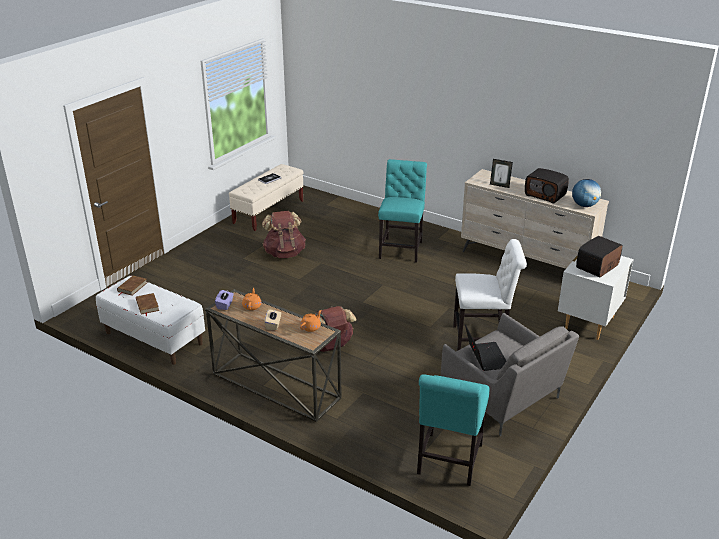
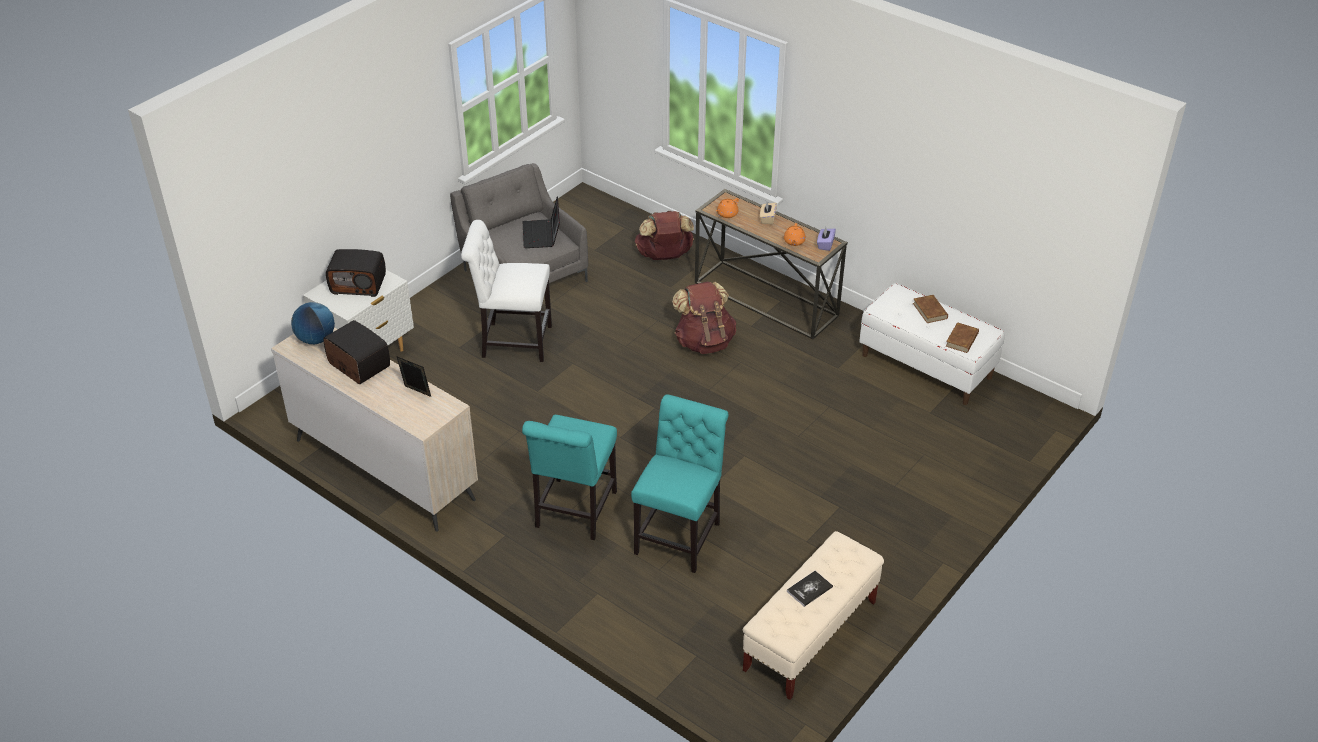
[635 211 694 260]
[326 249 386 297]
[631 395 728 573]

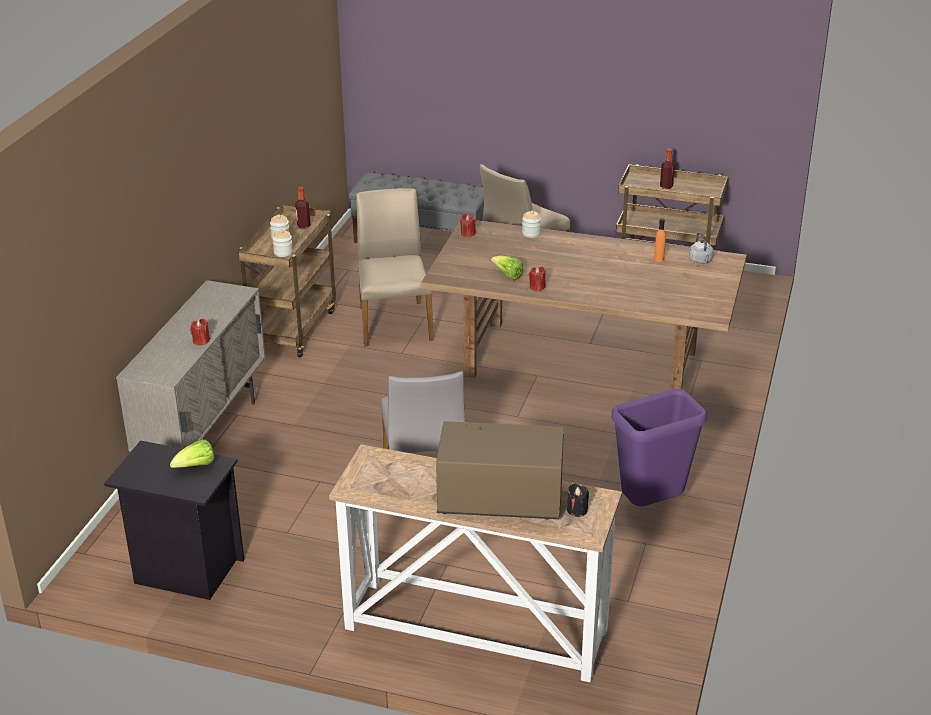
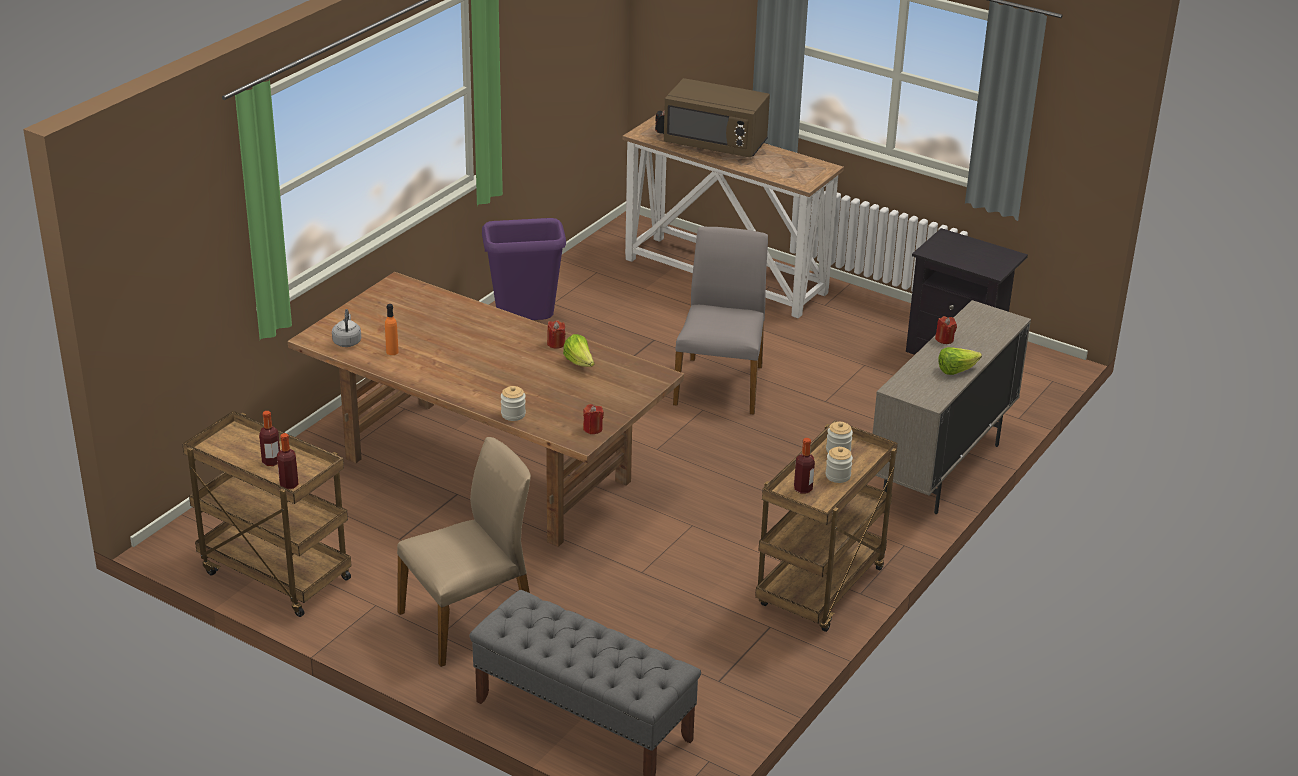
[356 188 433 347] (first image)
[938 347 982 375]
[277 433 299 489]

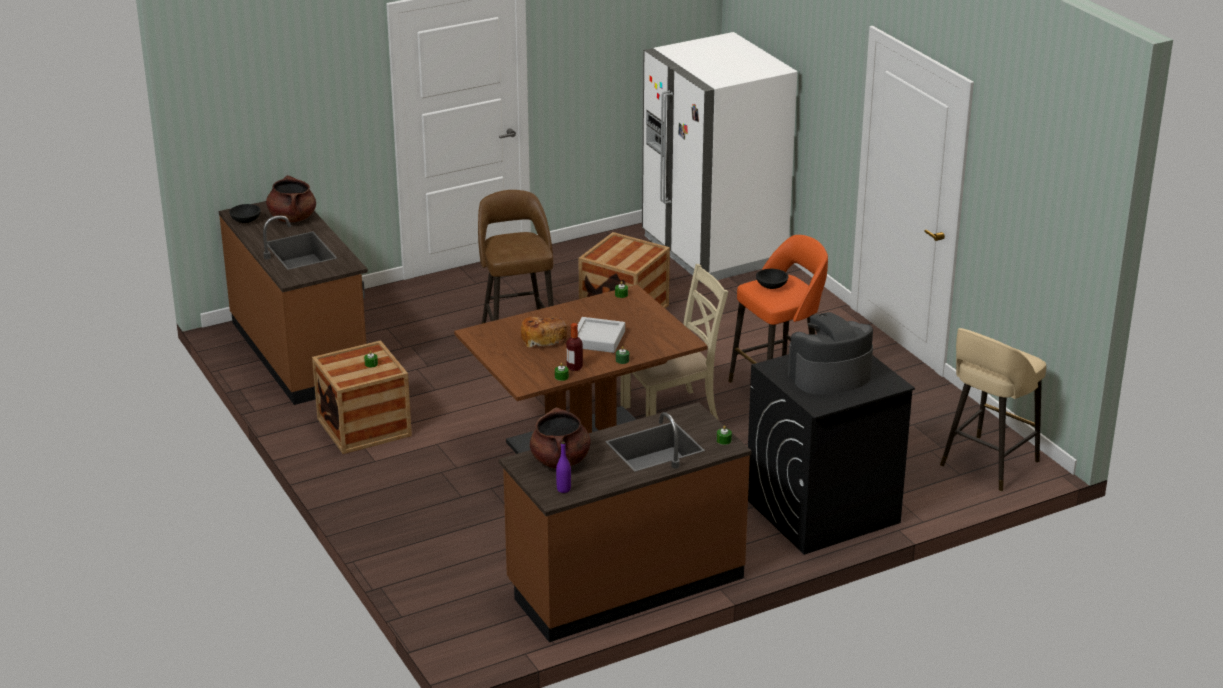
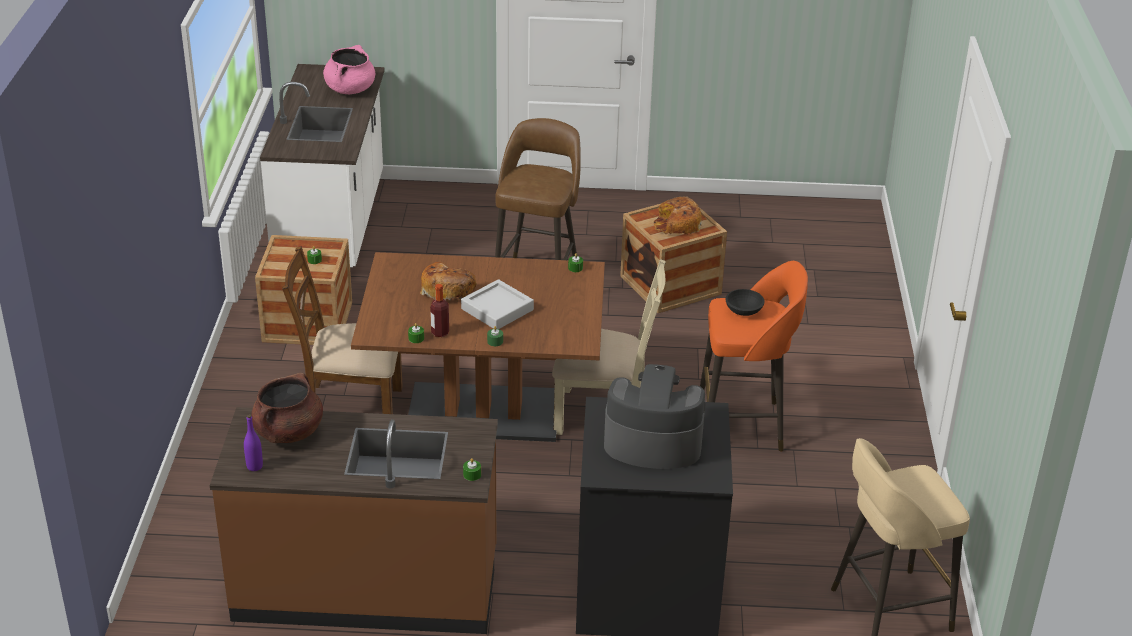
[642 32 798 283] (first image)
[323 45 375 94]
[260 64 385 267]
[229 204 261 223] (first image)
[654 197 702 234]
[282 246 403 414]

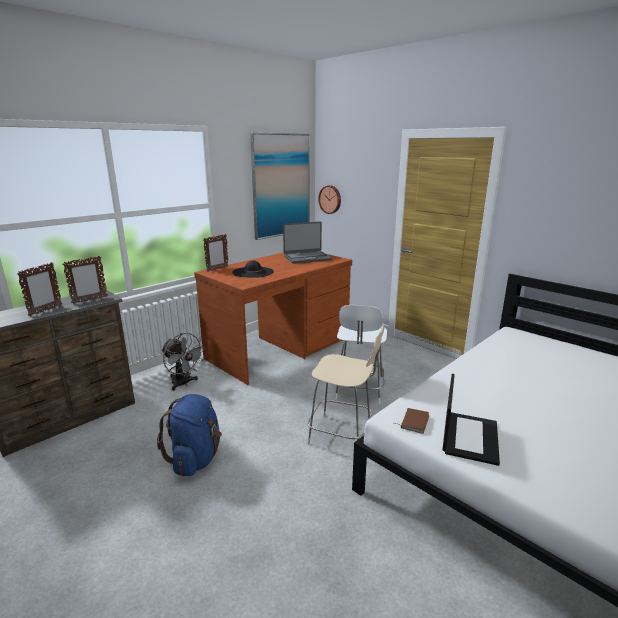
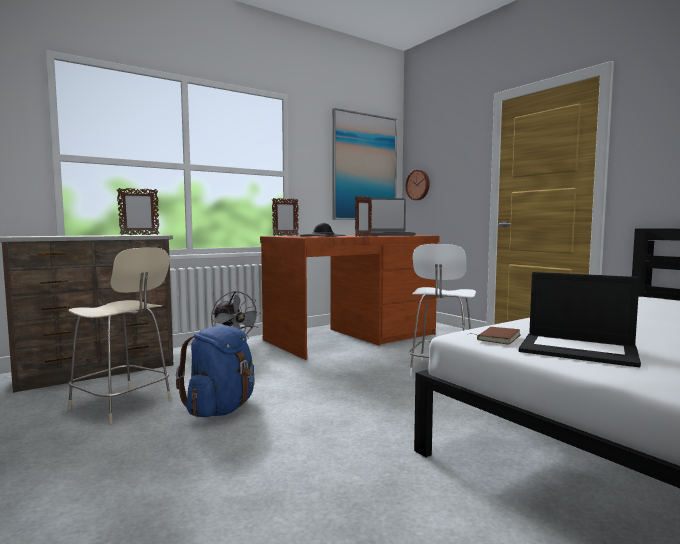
[355 196 372 237]
[68 247 172 424]
[519 272 641 367]

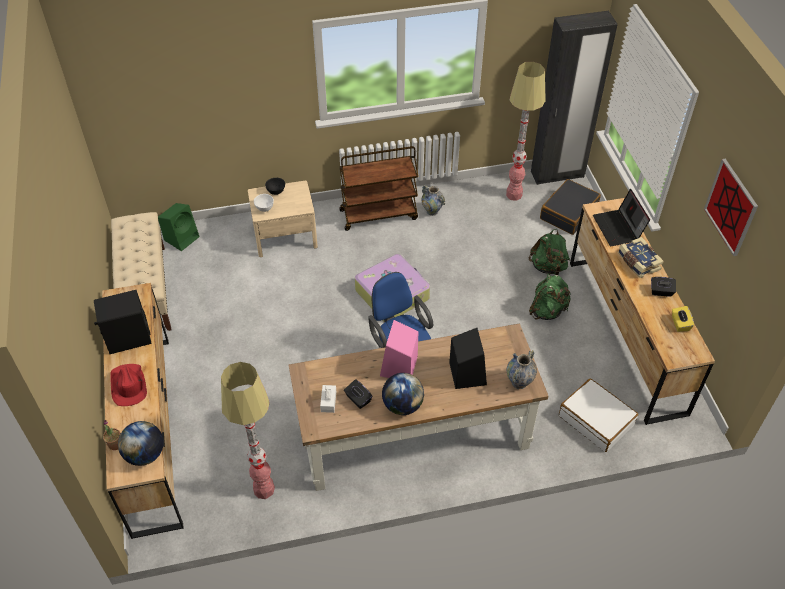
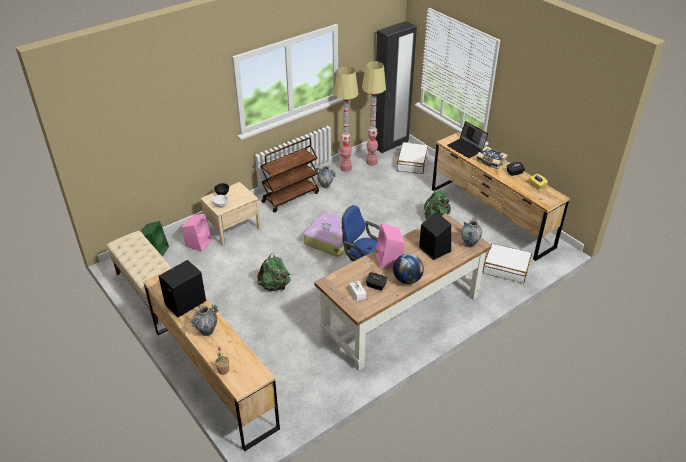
[704 159 758 256] (first image)
[397 142 429 174]
[257 253 290 291]
[334 66 359 172]
[191 304 218 336]
[118 421 164 466] (first image)
[182 214 212 251]

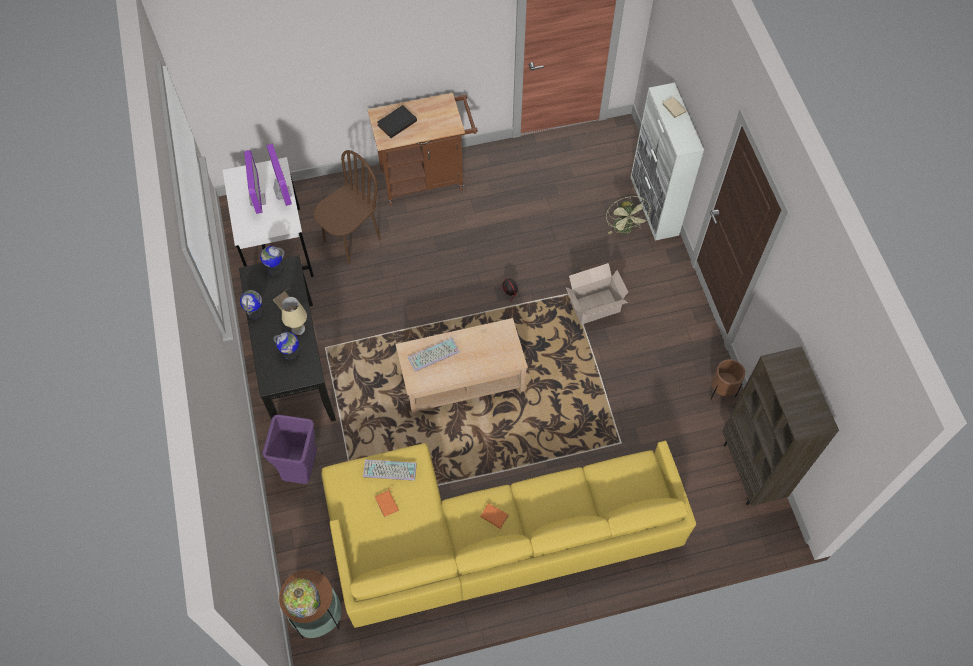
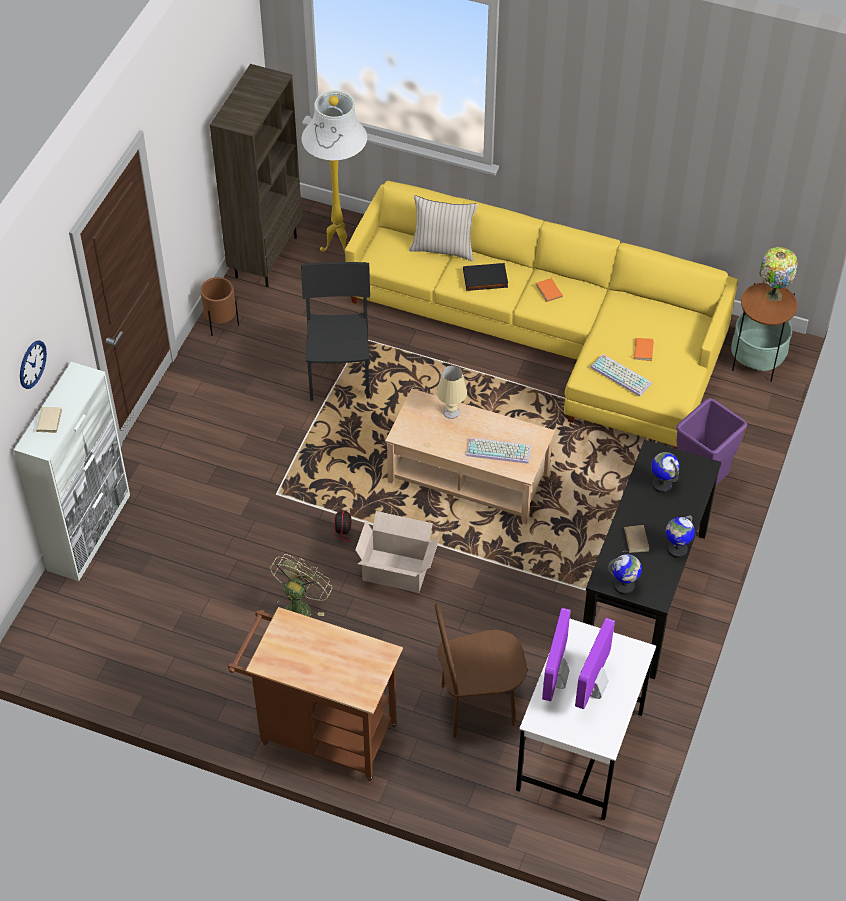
[463 263 508 291]
[270 554 332 617]
[355 511 440 593]
[437 366 467 419]
[302 91 367 252]
[409 195 478 261]
[301 262 370 401]
[20 341 47 389]

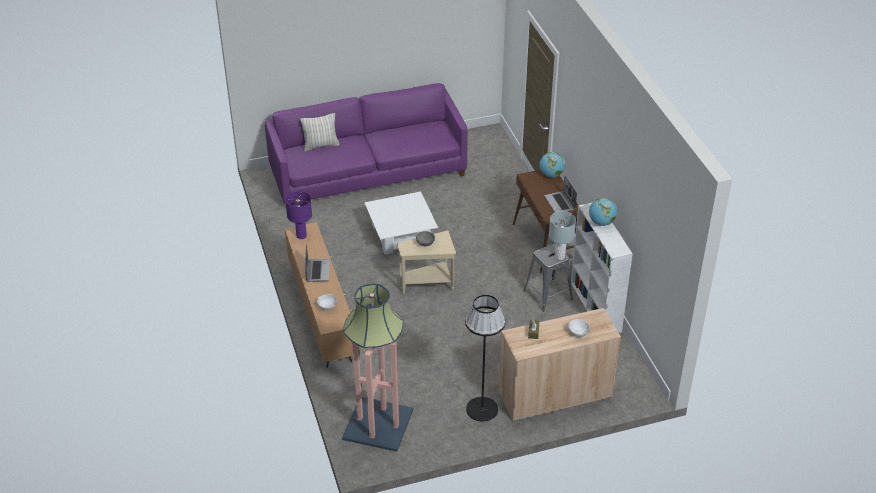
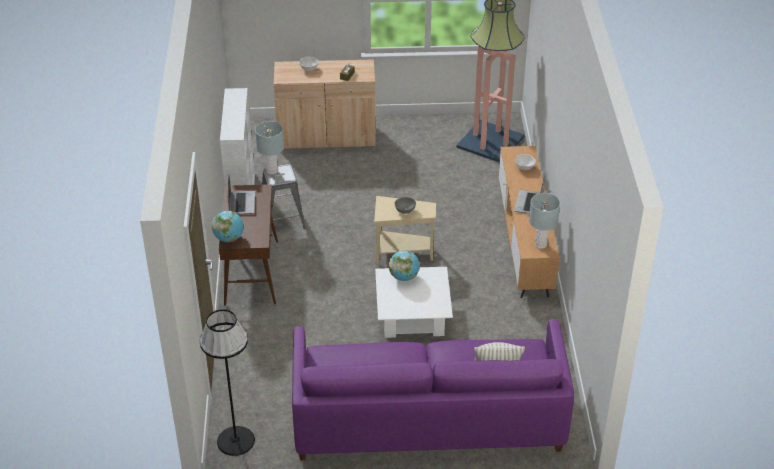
[529 193 560 249]
[389 250 420 281]
[200 309 255 456]

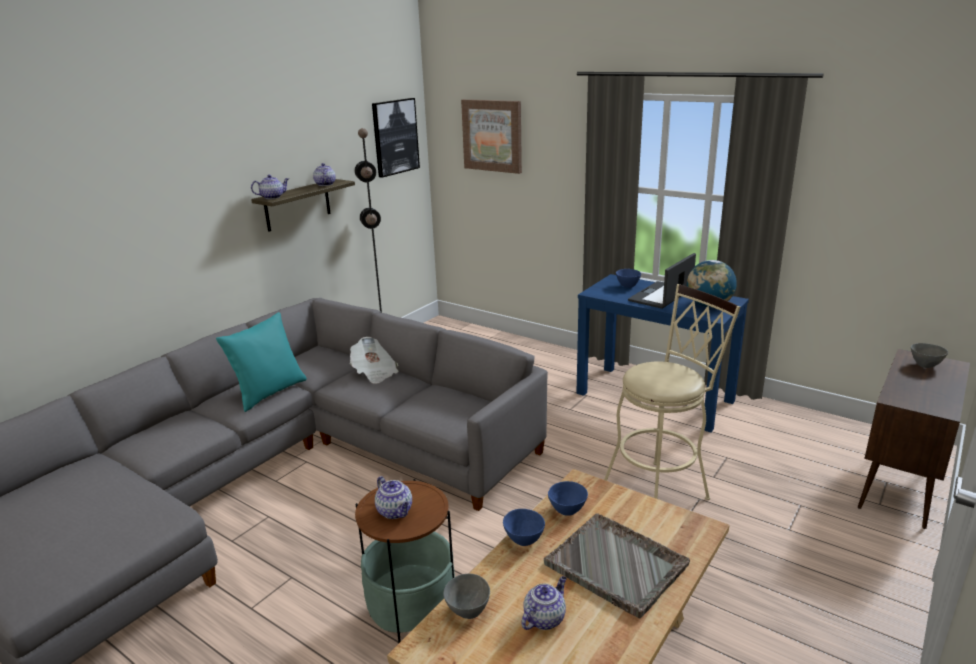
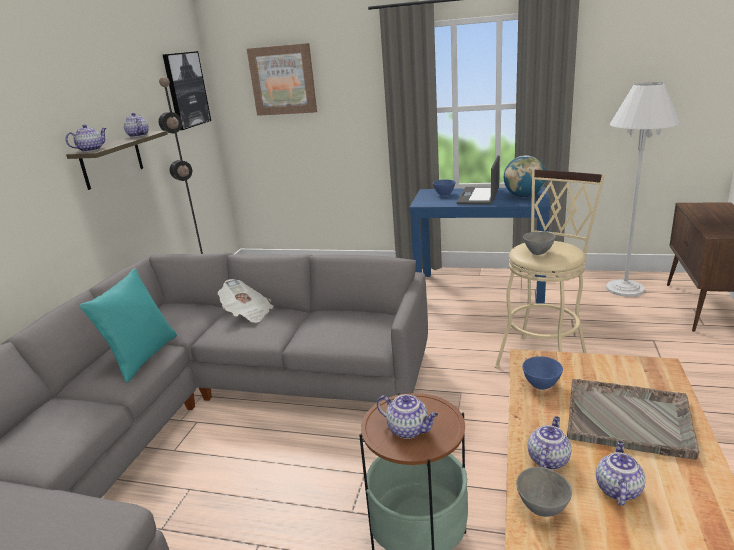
[523 231 556 255]
[503 509 545 546] (first image)
[606 82 680 297]
[528 416 571 470]

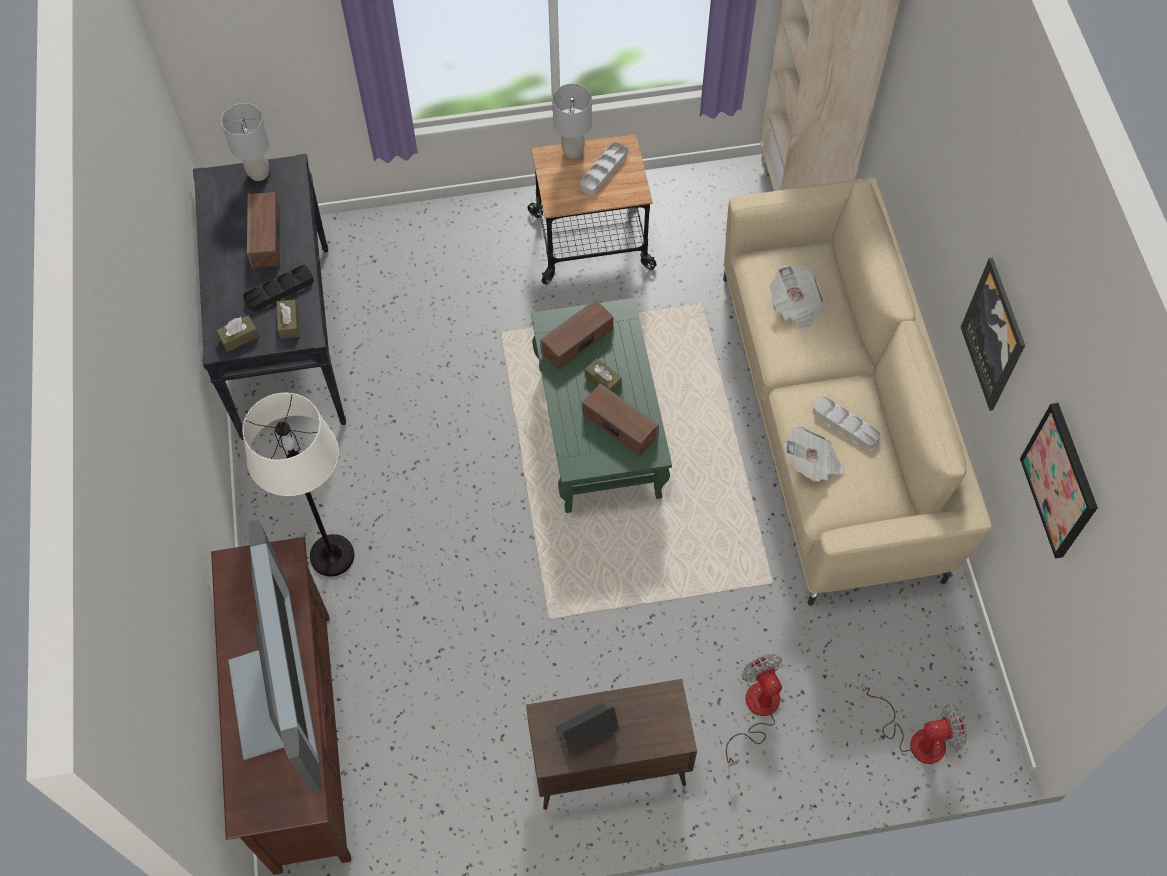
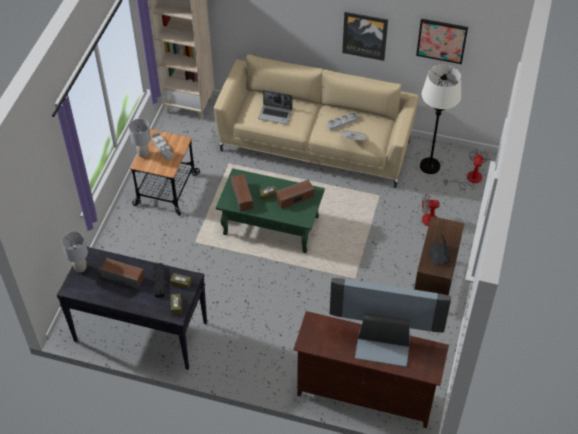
[258 90 293 124]
[420 65 461 174]

